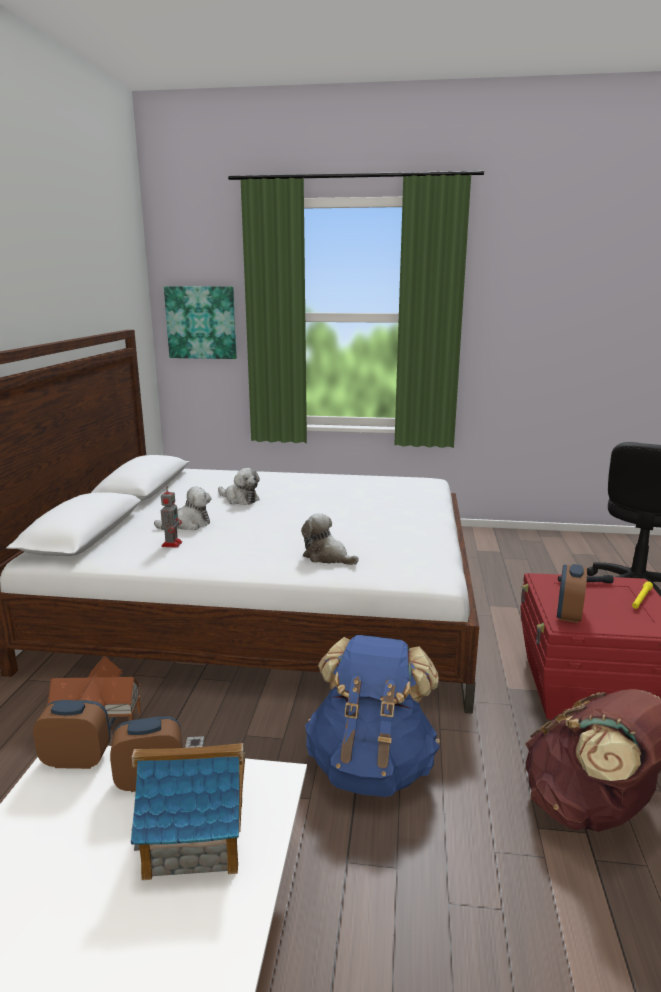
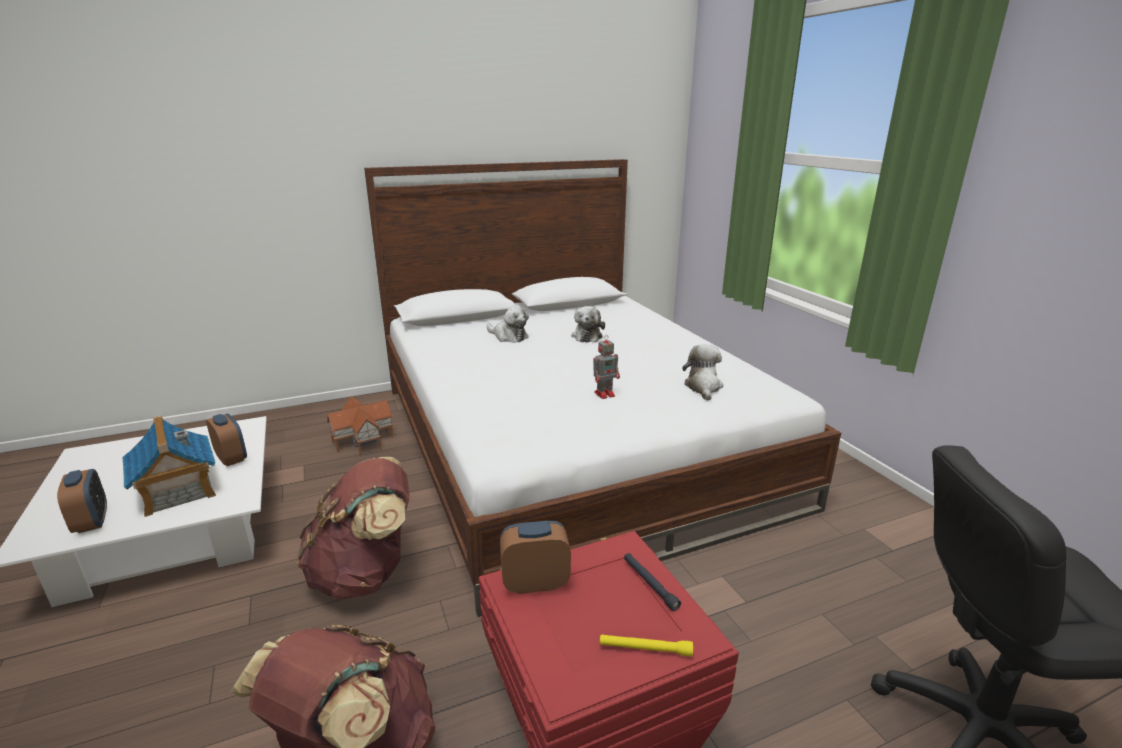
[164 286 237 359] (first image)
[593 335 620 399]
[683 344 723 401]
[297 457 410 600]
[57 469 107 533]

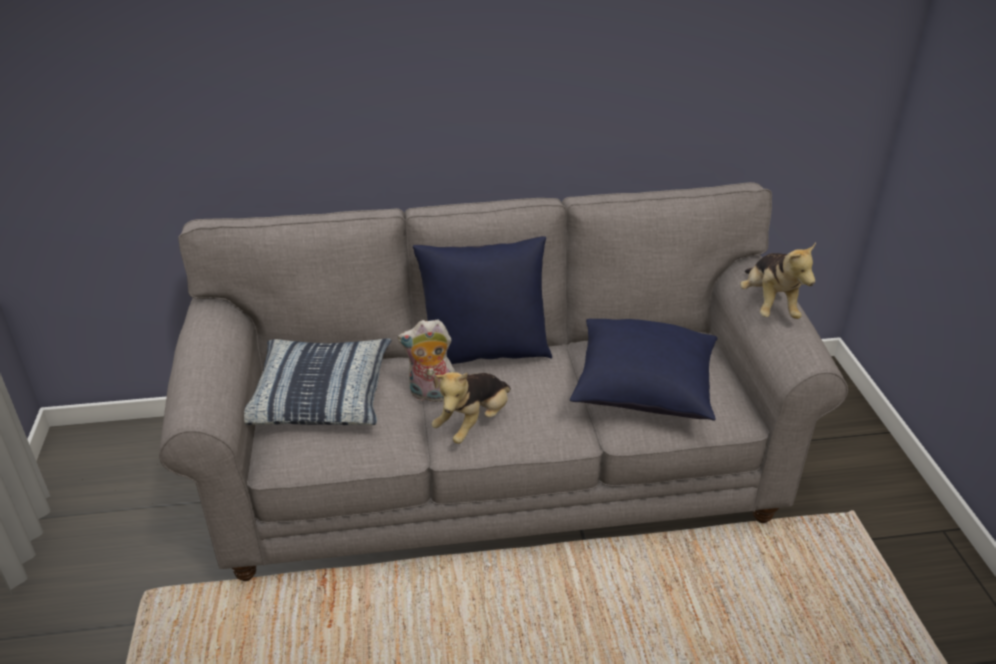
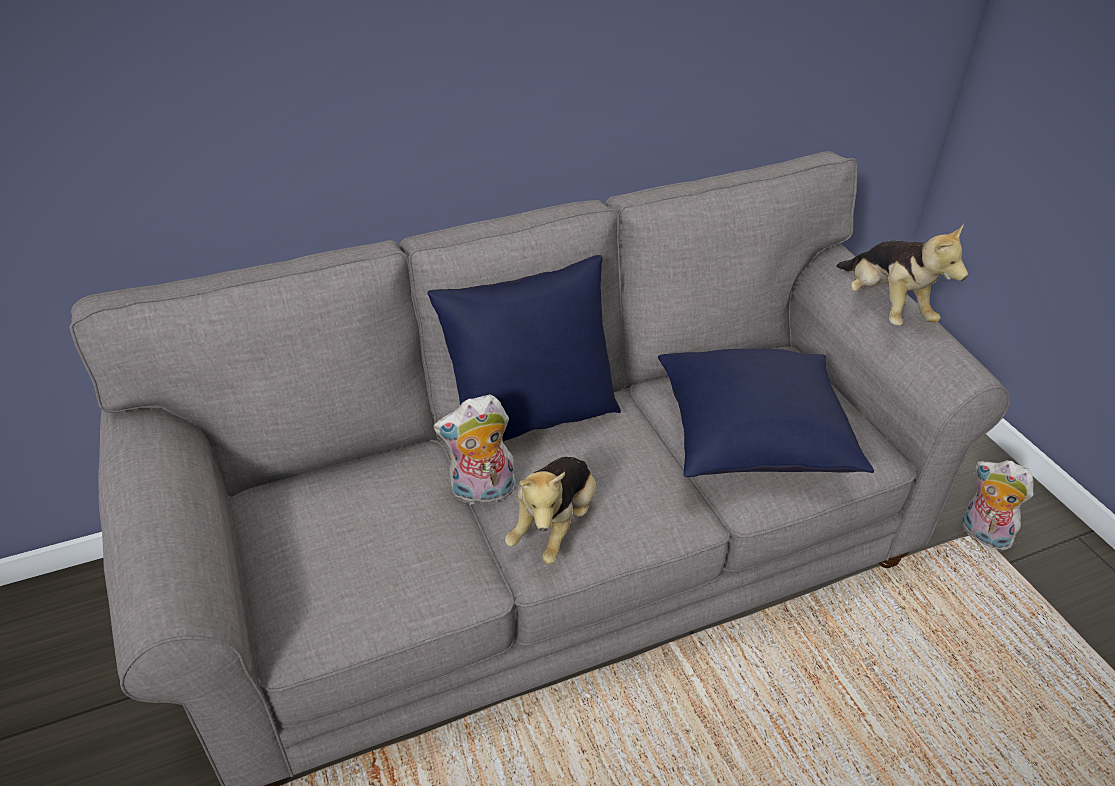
[244 339 391 426] (first image)
[962 460 1034 551]

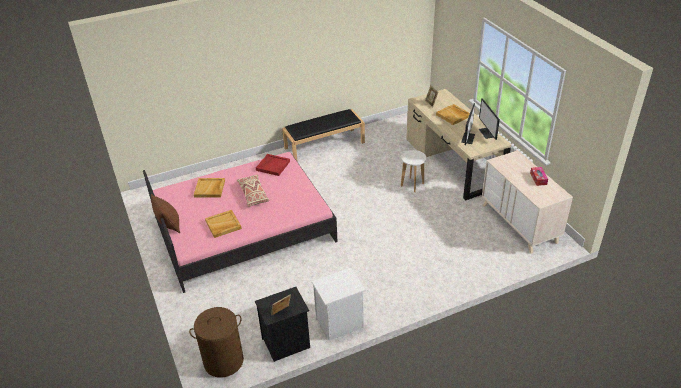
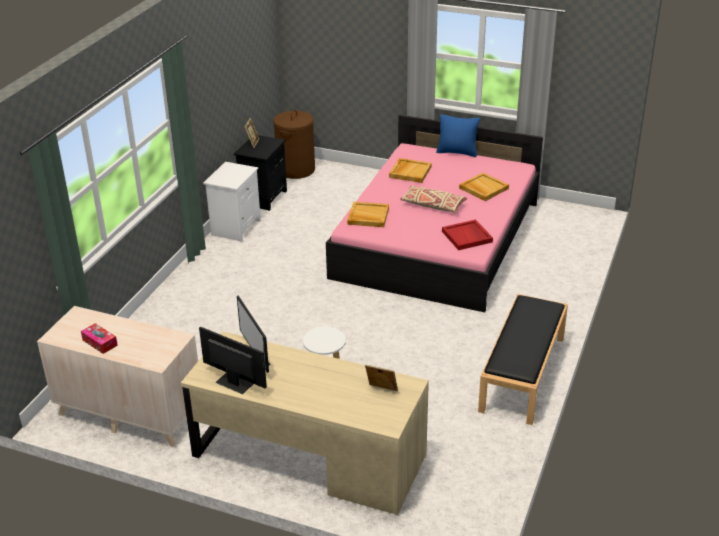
[347 202 389 227]
[436 114 480 157]

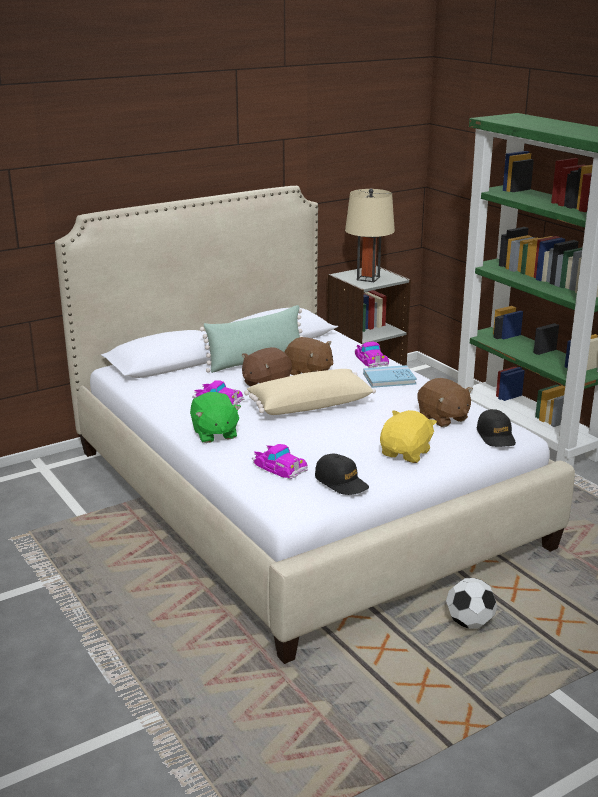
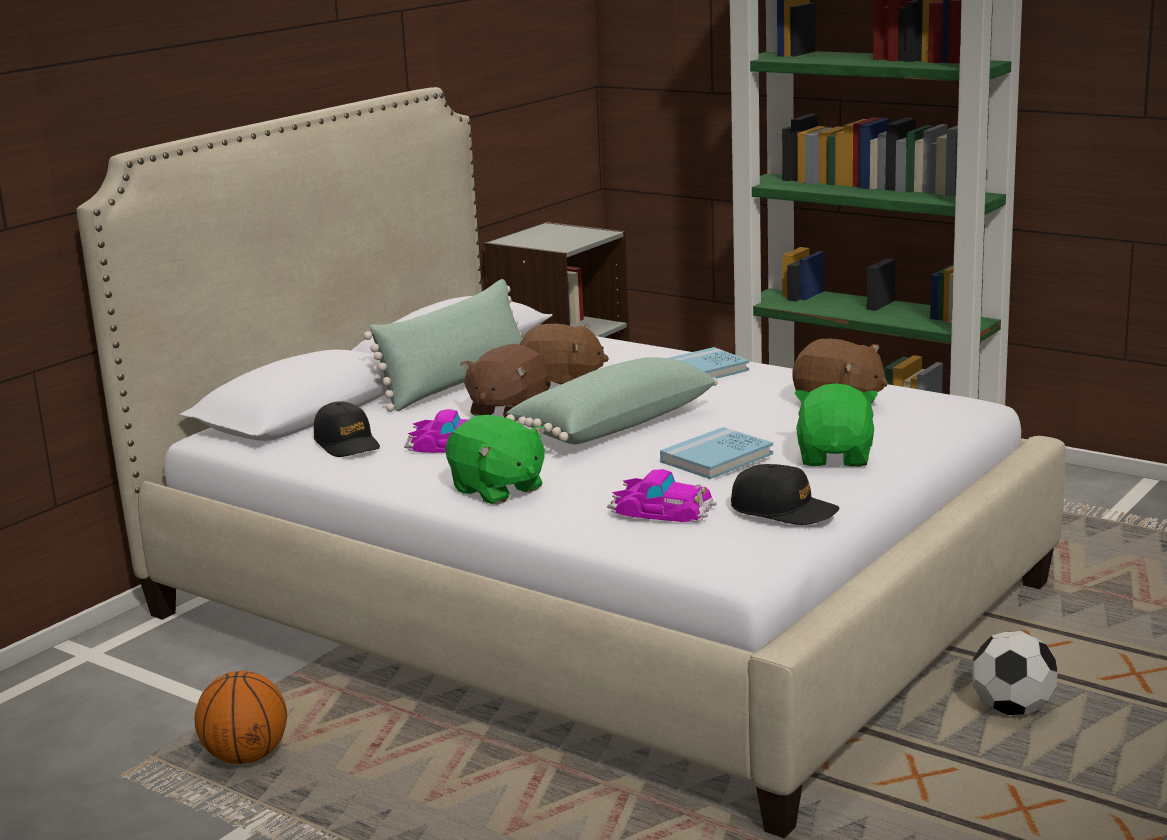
[345 189 395 282] (first image)
[355 342 389 368] (first image)
[506 357 718 444]
[314 401 380 457]
[795 383 878 467]
[660 427 773 479]
[194 671 287 764]

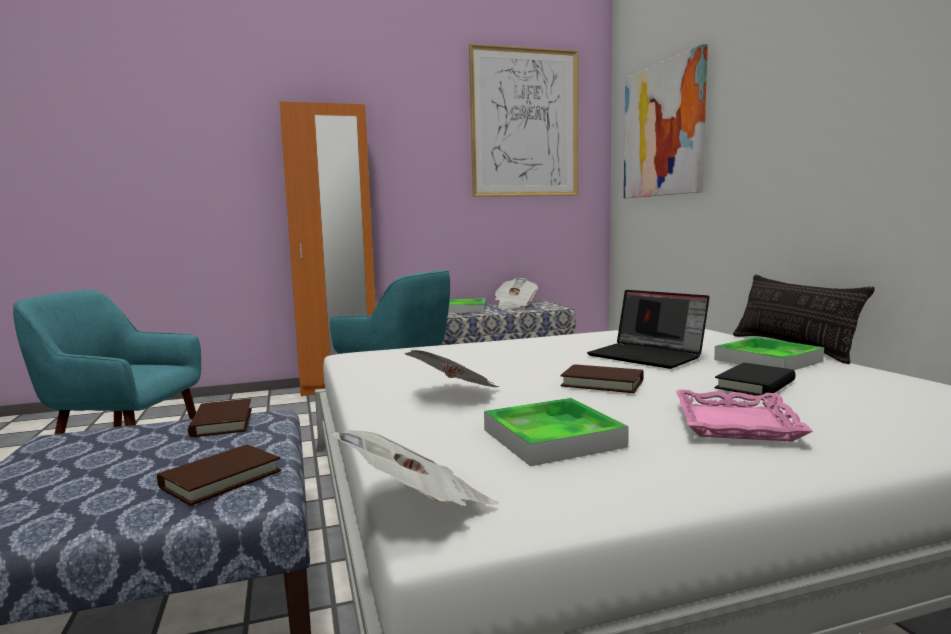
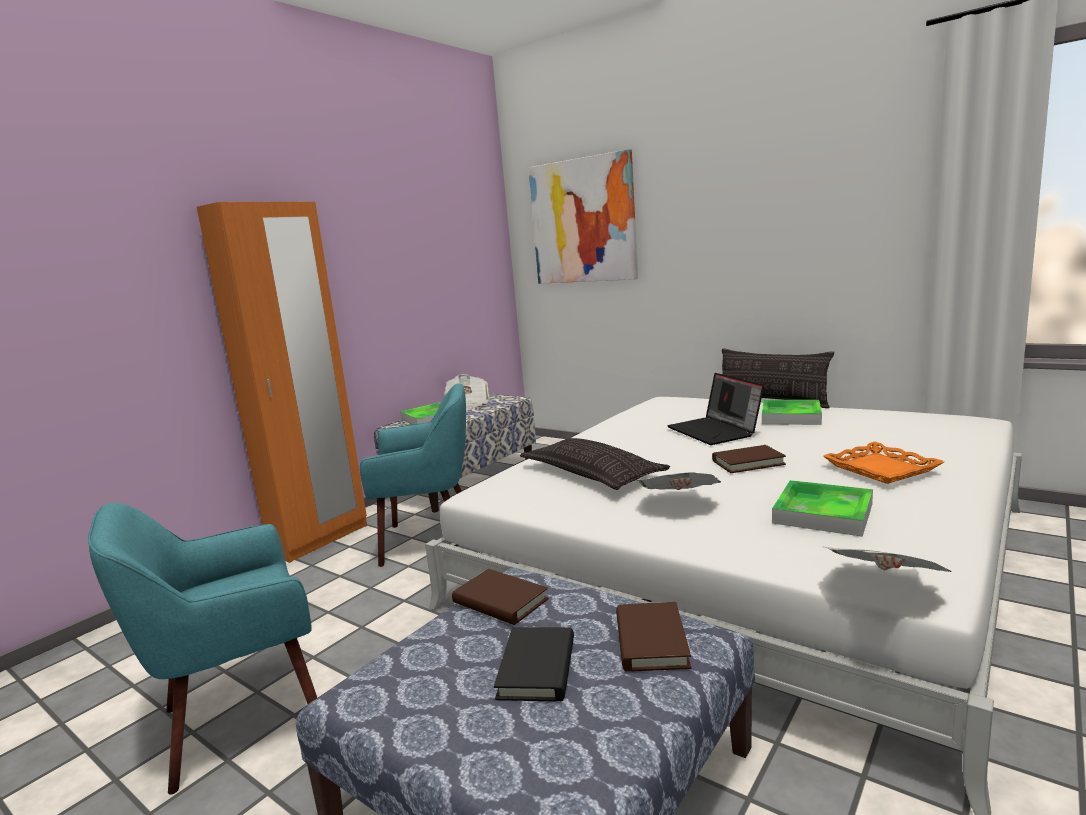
[469 44 578 197] (first image)
[667 373 764 445]
[494 627 574 701]
[823 442 944 484]
[520 438 670 490]

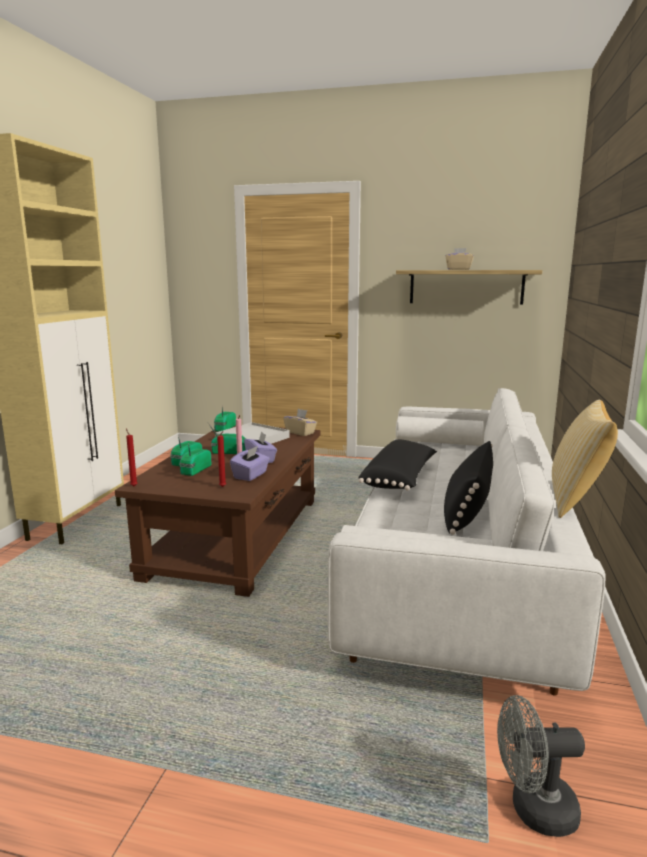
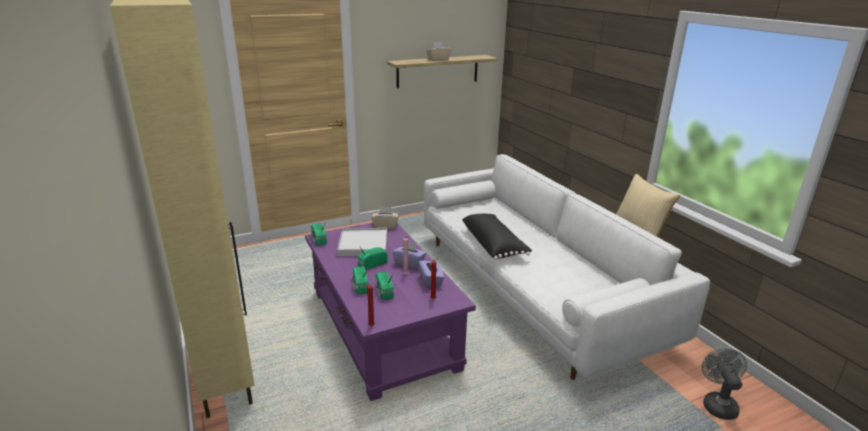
[305 222 476 401]
[444 441 493 535] (first image)
[702 348 747 420]

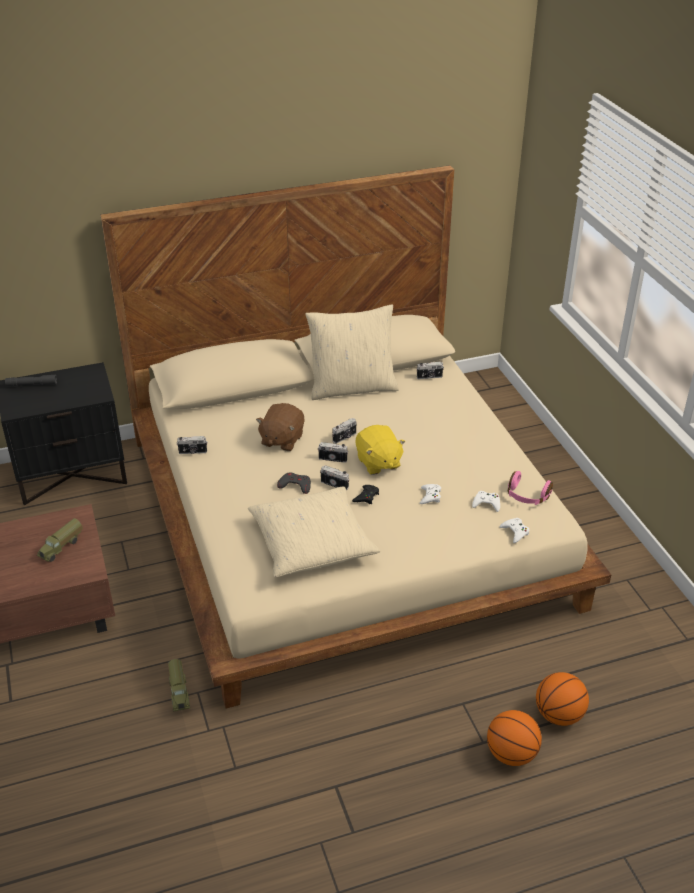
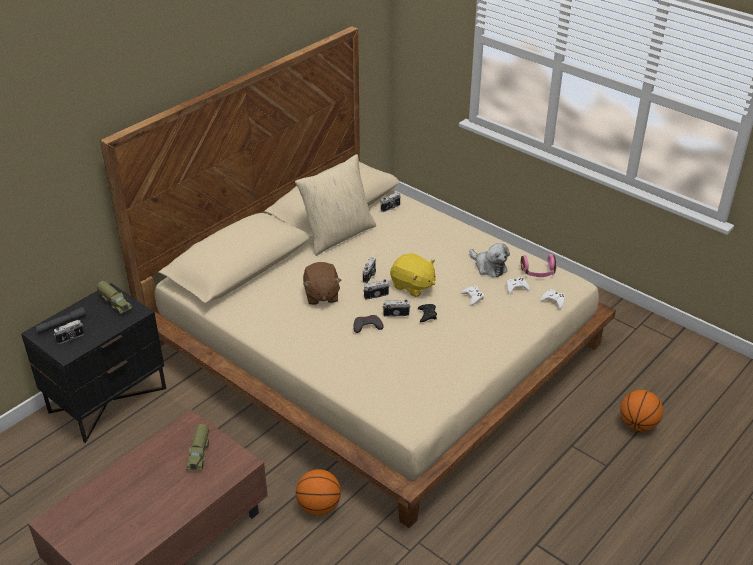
[54 320 84 344]
[248 487 380 577] (first image)
[97 281 132 315]
[296 469 341 515]
[469 243 510 277]

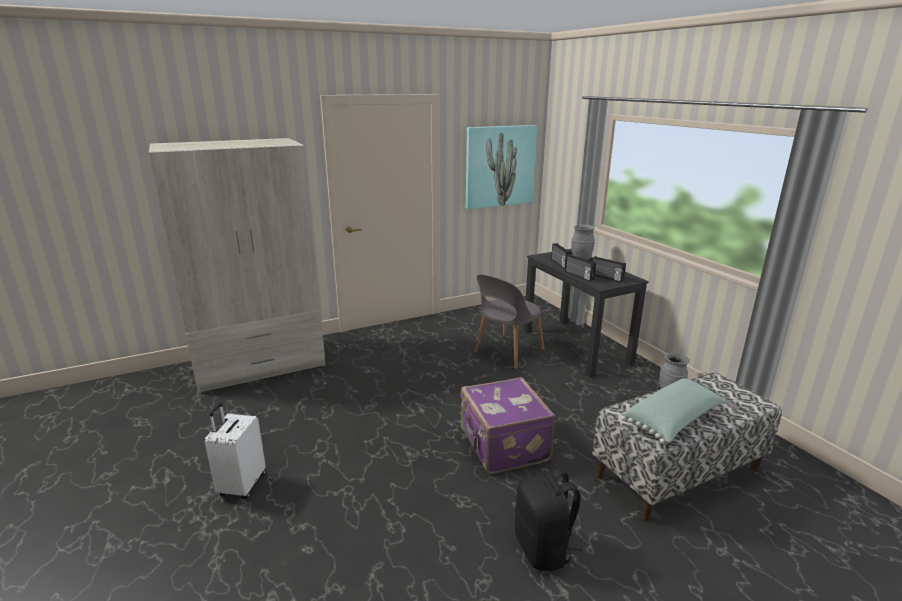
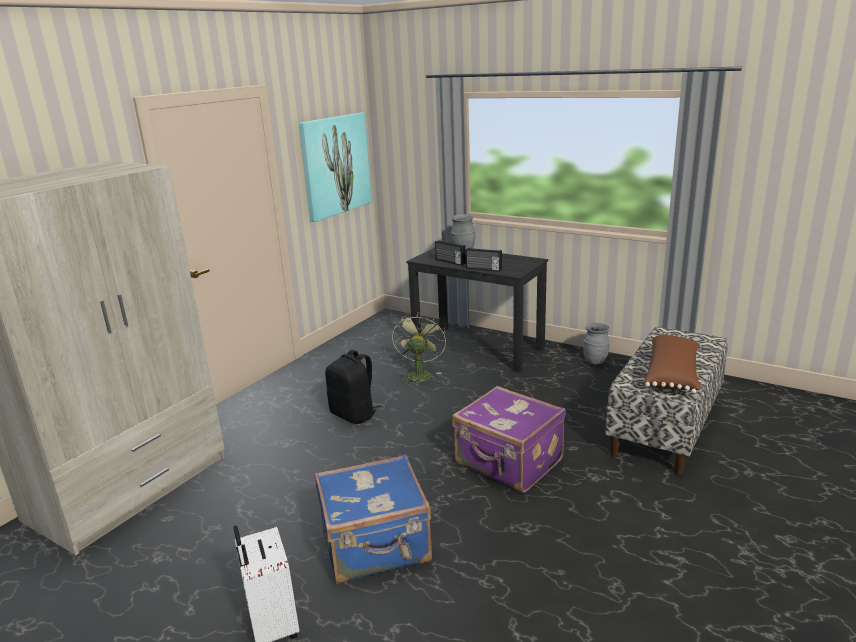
[592 256 626 282] (first image)
[392 314 446 386]
[644 335 702 394]
[325 350 381 424]
[315 454 432 584]

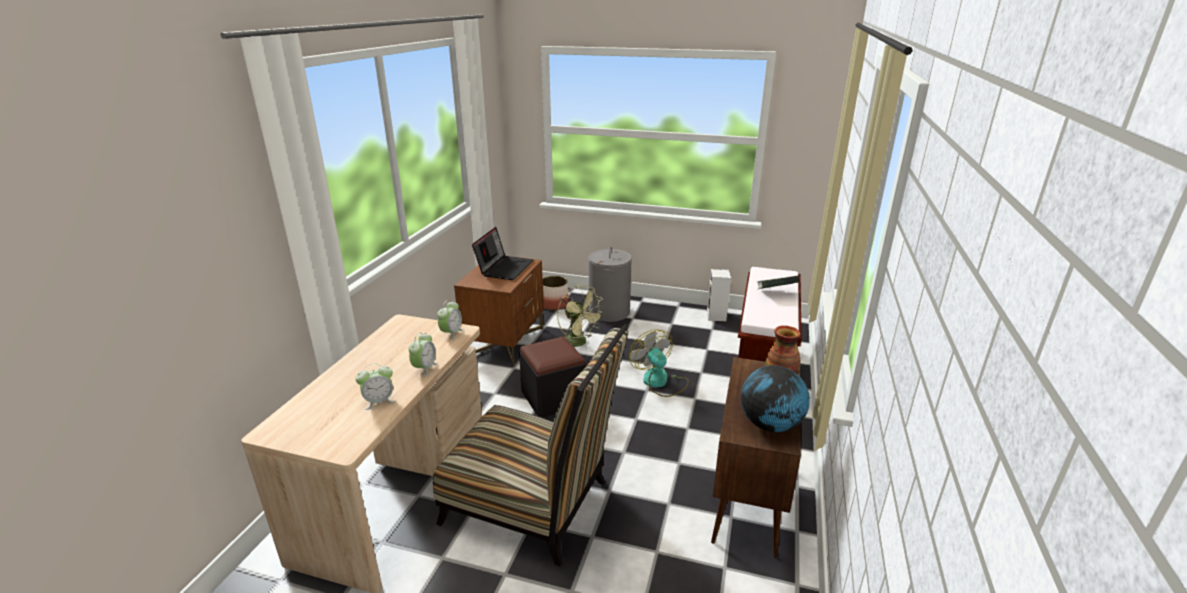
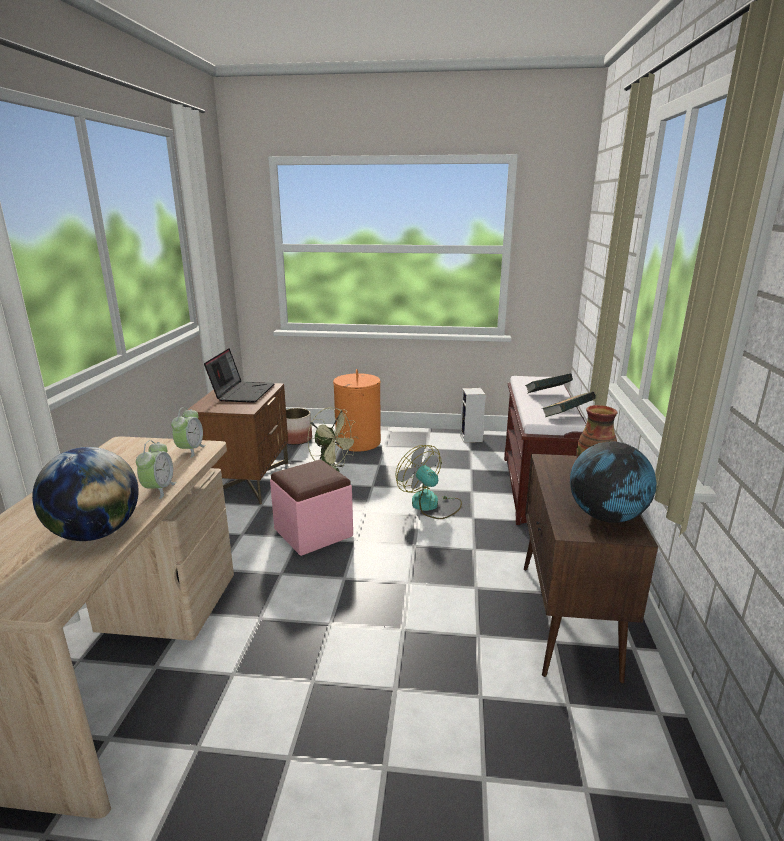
[333 369 381 452]
[433 324 629 567] (first image)
[270 460 353 556]
[32 447 139 541]
[542 391 596 417]

